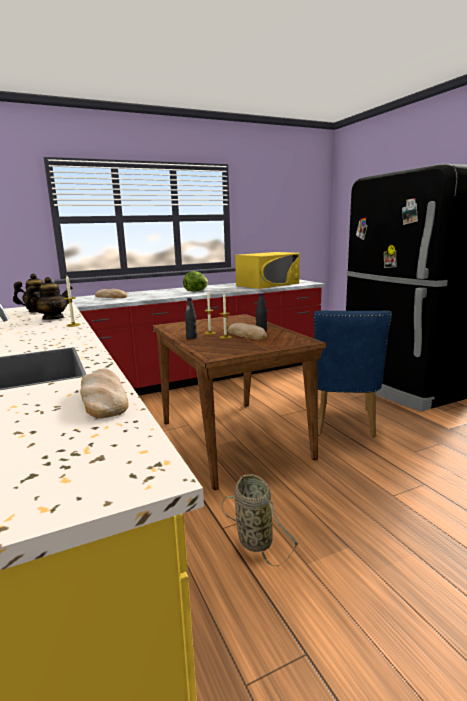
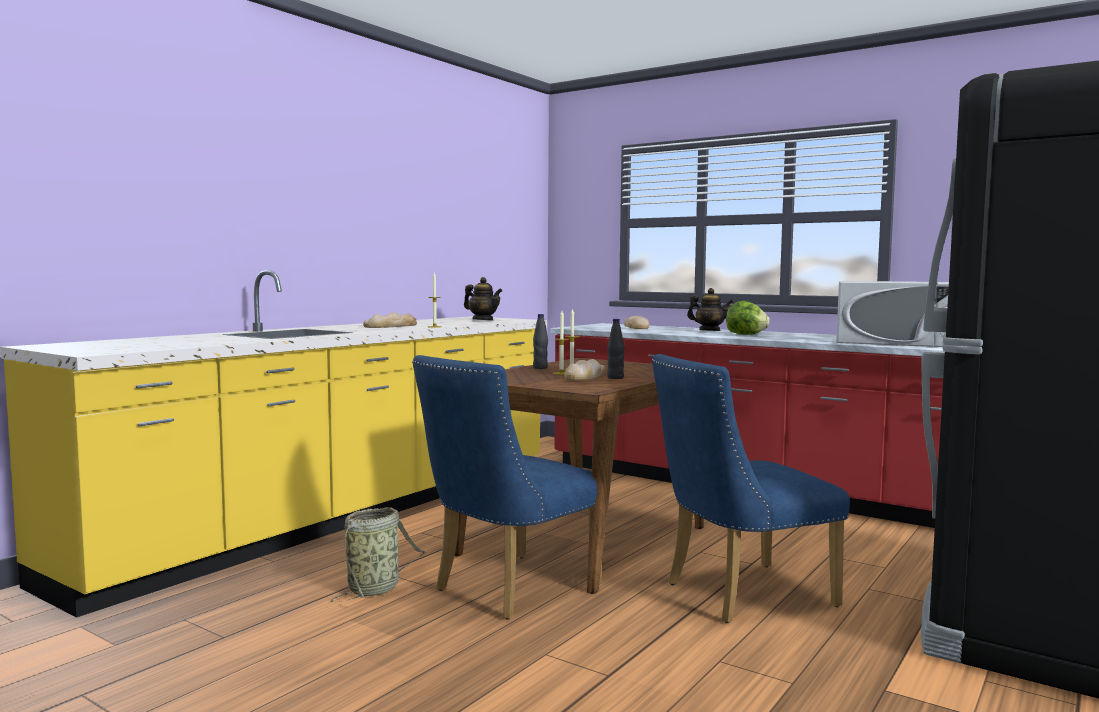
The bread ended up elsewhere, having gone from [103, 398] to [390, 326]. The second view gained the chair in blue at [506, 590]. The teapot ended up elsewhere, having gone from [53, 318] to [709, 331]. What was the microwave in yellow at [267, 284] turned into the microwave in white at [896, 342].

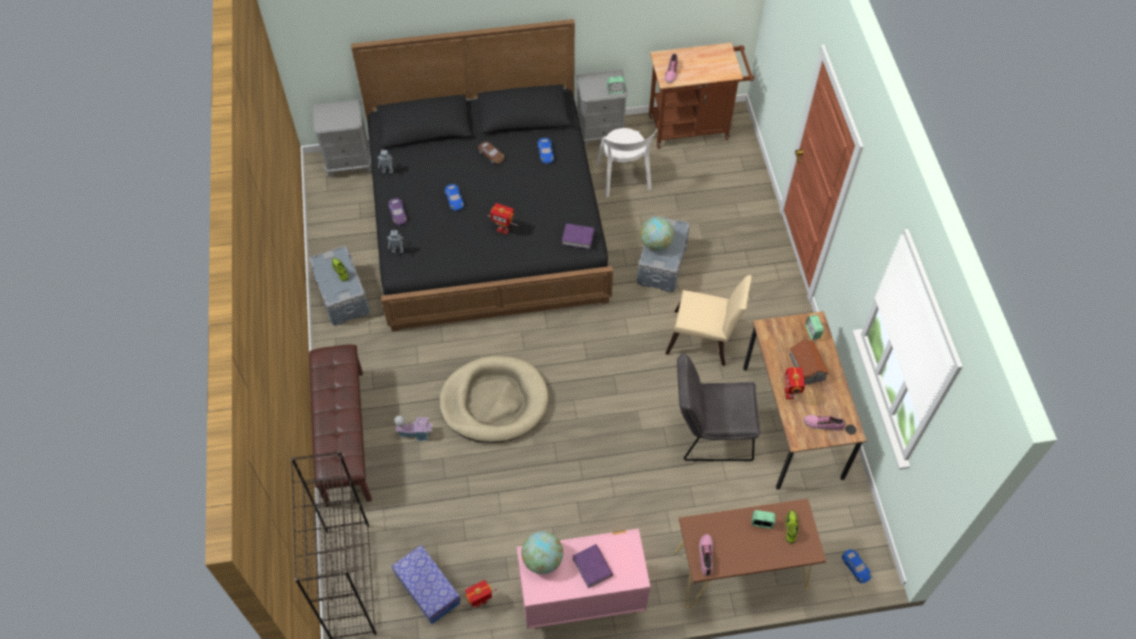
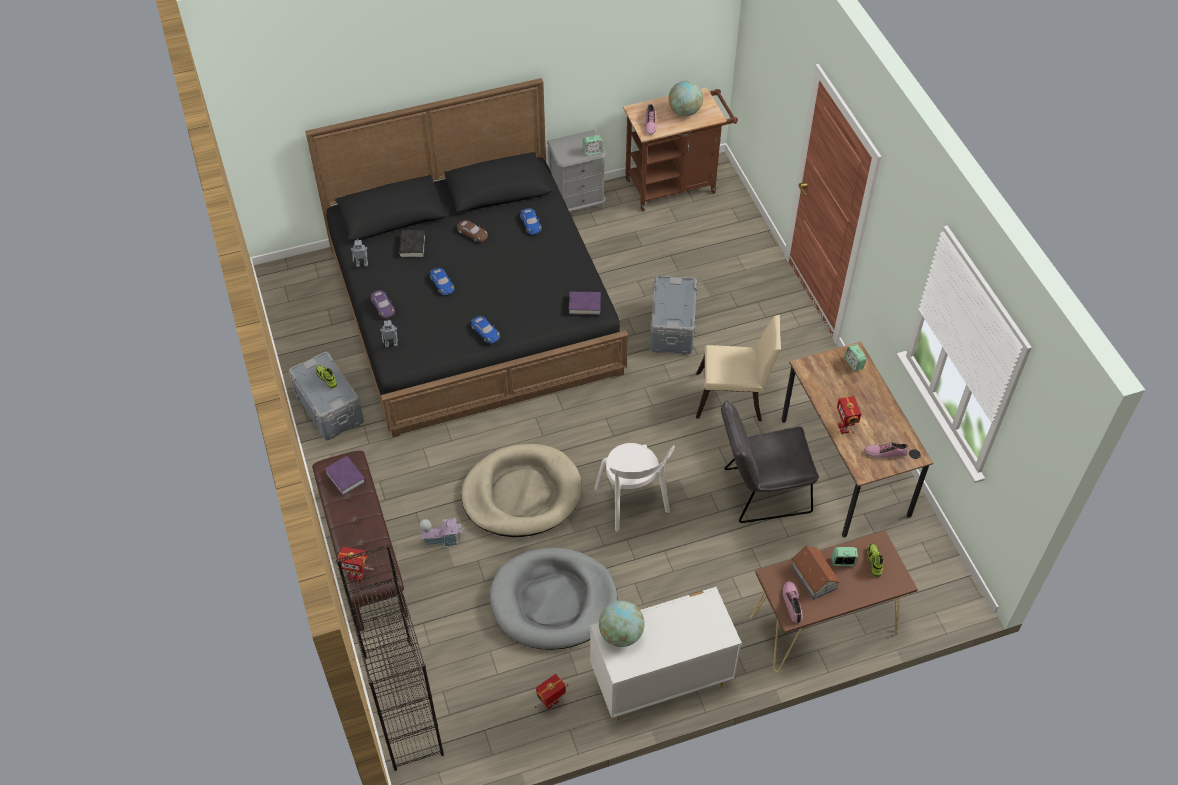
The book in purple ended up elsewhere, having gone from [592, 567] to [345, 477]. The toy robot ended up elsewhere, having gone from [503, 229] to [356, 575]. The second view gained the book in black at [412, 246]. The toy car in blue ended up elsewhere, having gone from [856, 567] to [485, 332]. The second view gained the dog bed in grey at [553, 601]. What was the dresser in pink at [580, 599] turned into the dresser in white at [659, 681]. The chair in white ended up elsewhere, having gone from [624, 178] to [633, 502]. The globe ended up elsewhere, having gone from [655, 243] to [684, 111]. The toy house ended up elsewhere, having gone from [807, 367] to [813, 578]. The second view lost the nightstand in grey at [349, 163]. The second view lost the storage box at [427, 589].

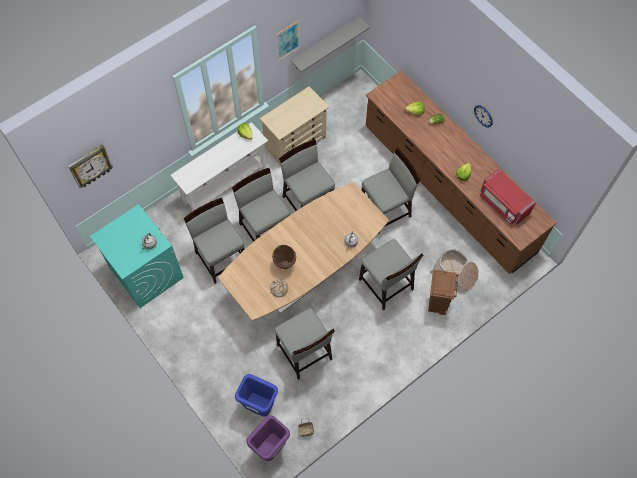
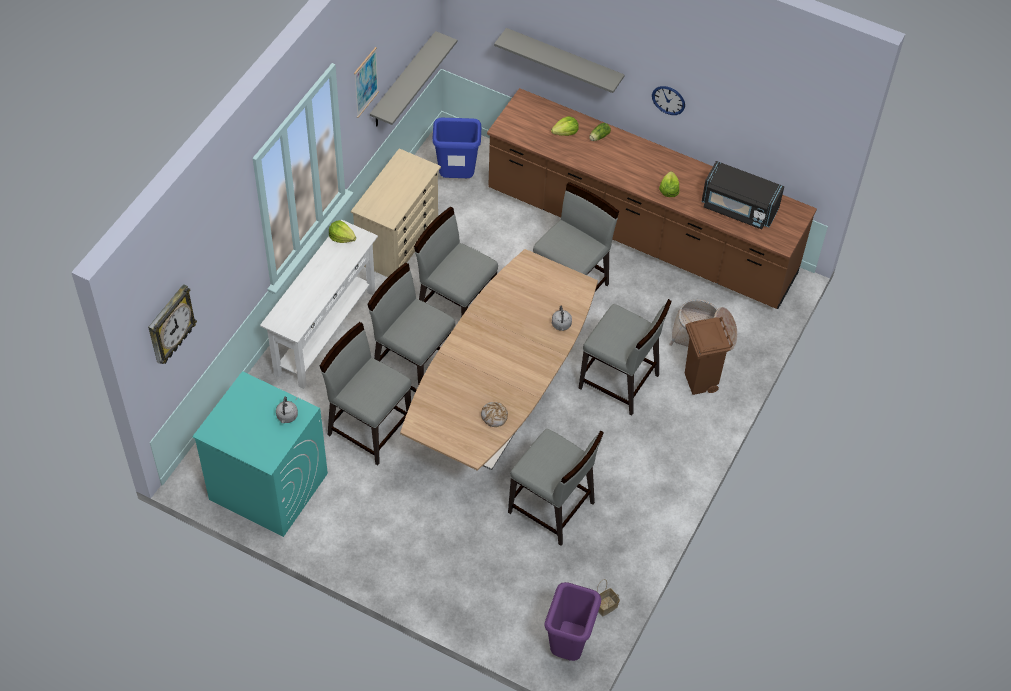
The trash can in blue ended up elsewhere, having gone from [259, 406] to [457, 177]. The second view gained the shelf in grey at [564, 61]. What was the microwave in red at [503, 204] turned into the microwave in black at [738, 208]. The second view lost the cooking pot in brown at [285, 264].

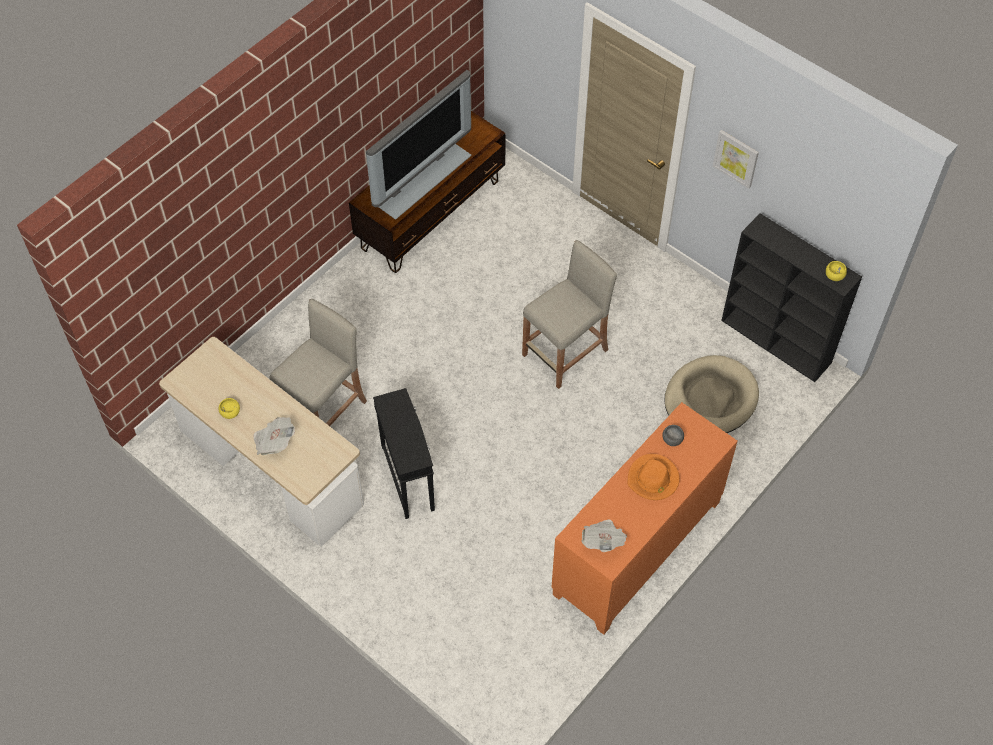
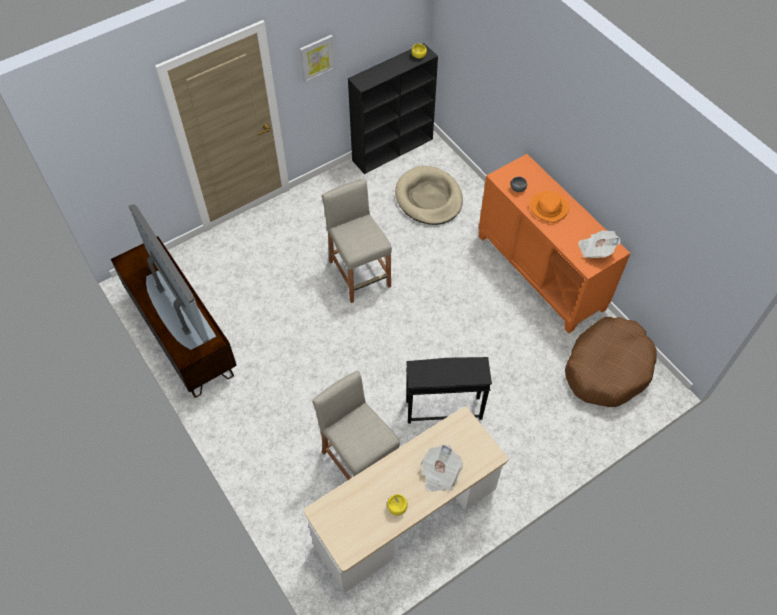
The second view gained the dog bed in brown at [607, 368].

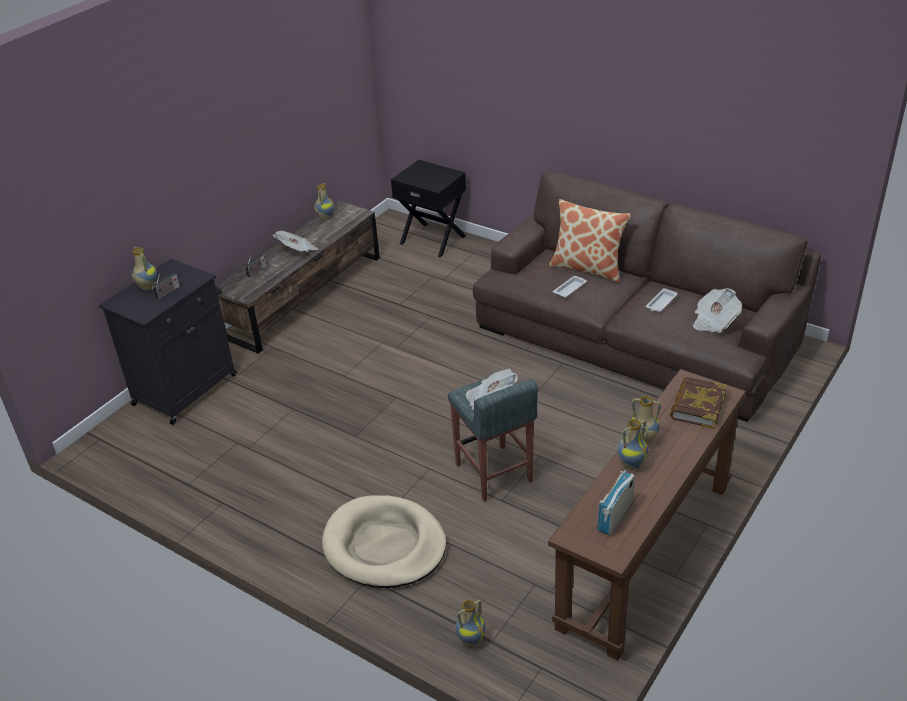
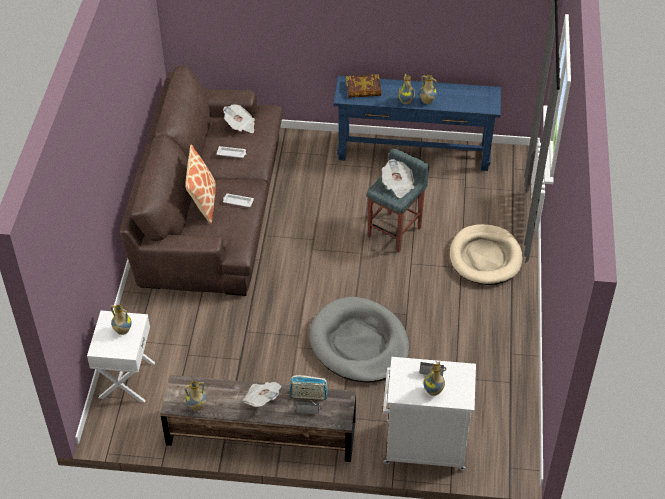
What was the nightstand in black at [433, 239] turned into the nightstand in white at [126, 380]. The vase ended up elsewhere, having gone from [470, 639] to [122, 331]. The radio ended up elsewhere, having gone from [615, 516] to [308, 395]. The second view gained the dog bed in grey at [359, 343]. What was the console table in brown at [645, 554] turned into the console table in blue at [414, 152]. What was the cabinet in black at [186, 388] turned into the cabinet in white at [423, 446].

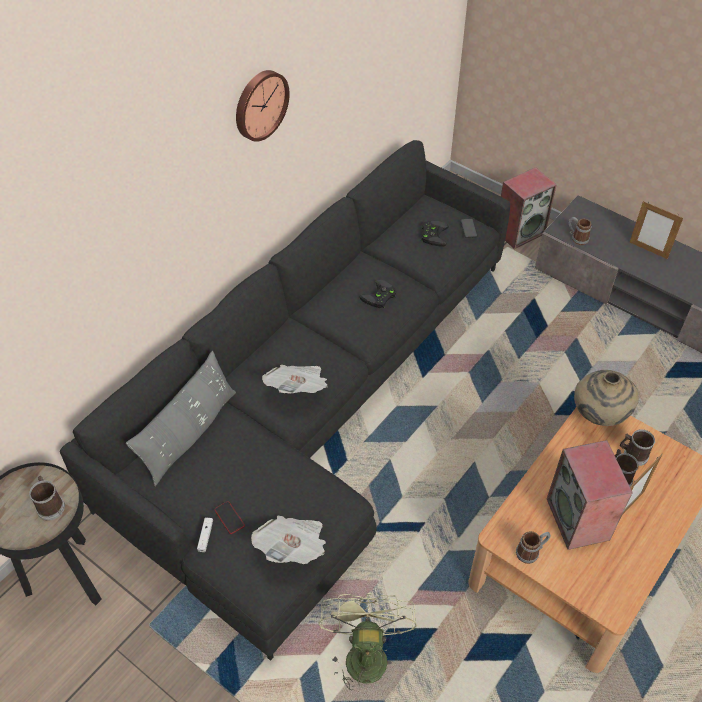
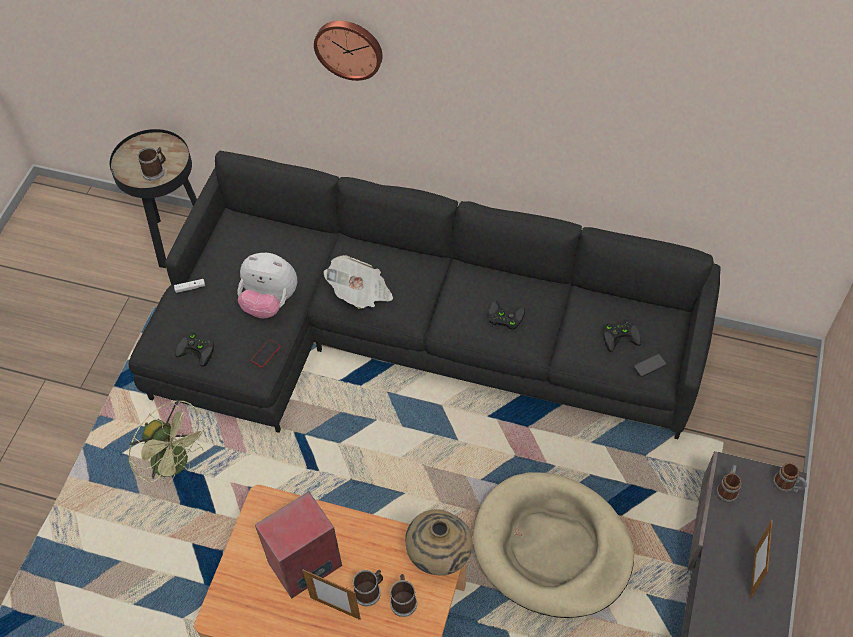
The fan in green at [364, 652] ended up facing another way, 60 degrees clockwise from before. Where the newspaper stood at [293, 548], the game controller in black came to stand at [198, 349]. The second view gained the plush toy at [270, 302]. The phone ended up elsewhere, having gone from [229, 518] to [266, 354]. The wall clock ended up elsewhere, having gone from [259, 104] to [349, 48]. The second view gained the dog bed in beige at [551, 547]. The mug ended up elsewhere, having gone from [531, 551] to [787, 486]. The second view lost the pillow in grey at [189, 433]. The second view lost the speaker at [520, 231].

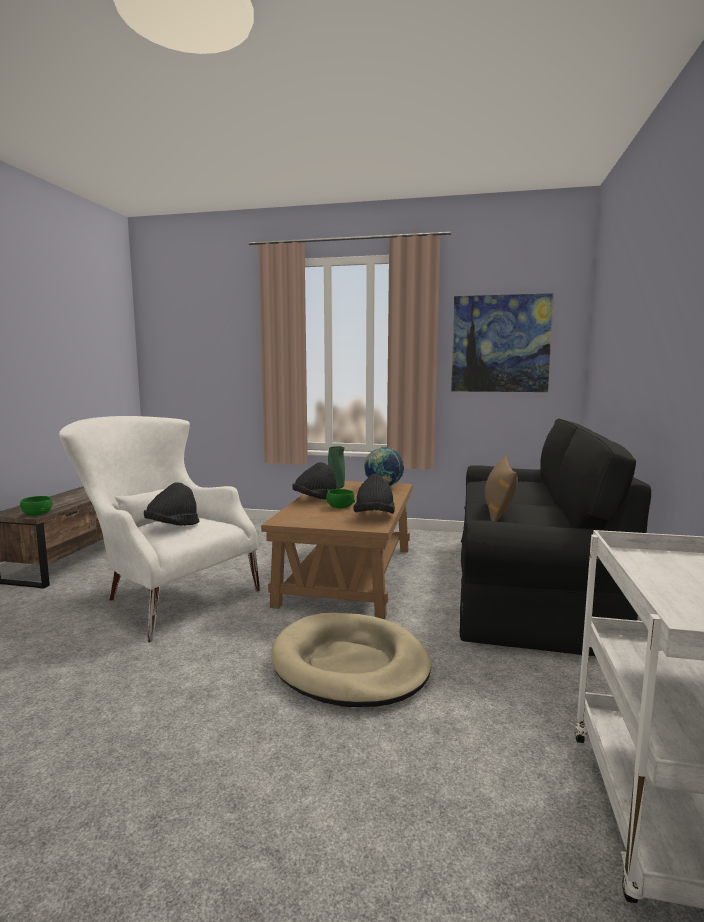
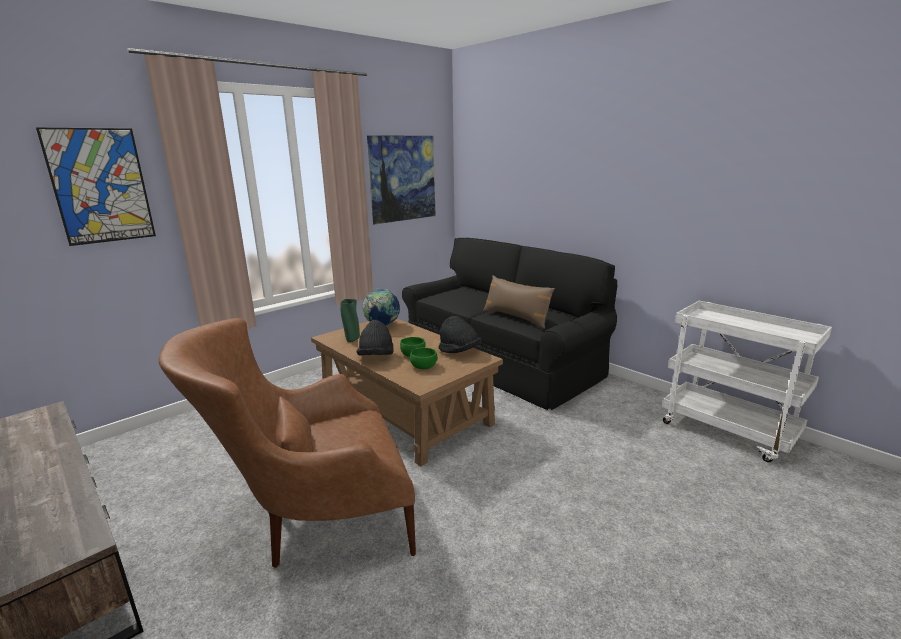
The second view gained the picture at [100, 186]. What was the armchair in white at [163, 595] turned into the armchair in brown at [315, 522]. The bowl in green ended up elsewhere, having gone from [37, 513] to [424, 366]. The second view lost the hat in black at [172, 527]. The second view lost the dog bed in beige at [350, 665].

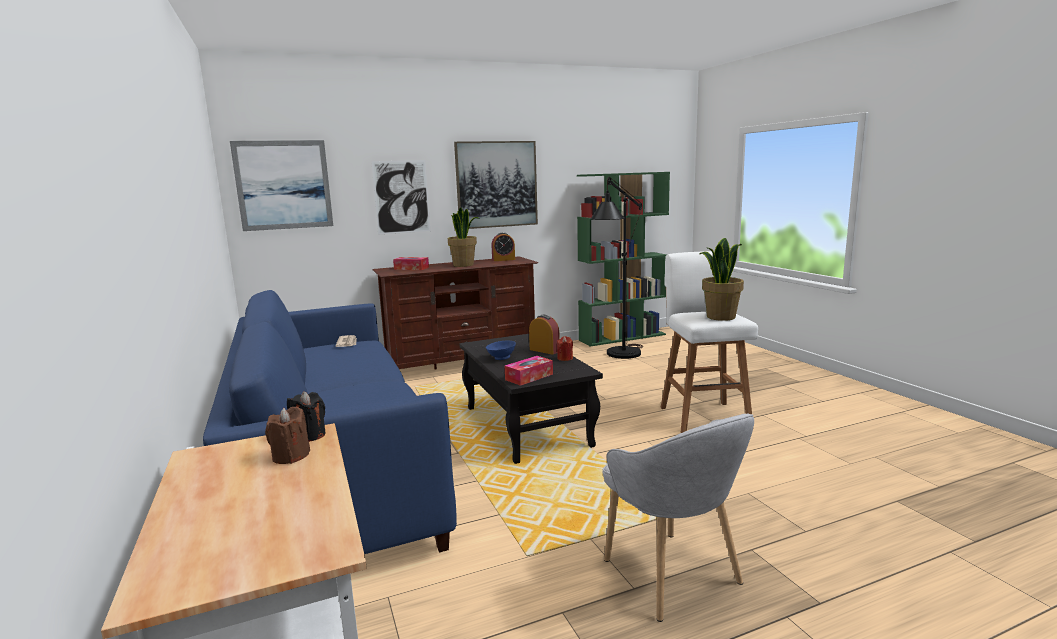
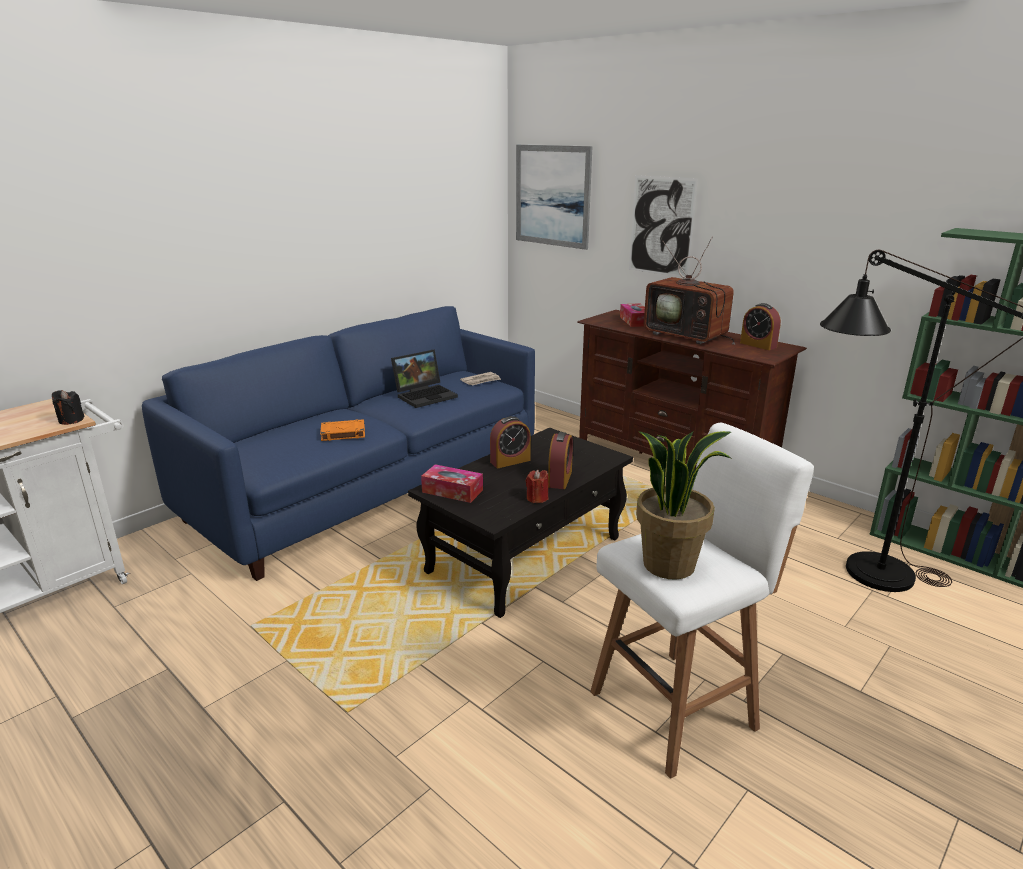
The second view gained the book in orange at [342, 433]. The second view gained the laptop at [426, 395]. Where the bowl in blue stood at [501, 358], the alarm clock came to stand at [510, 461]. Where the potted plant stood at [464, 265], the television came to stand at [688, 336]. The second view lost the candle in brown at [291, 456]. The second view lost the picture at [496, 184]. The second view lost the armchair in grey at [672, 576].

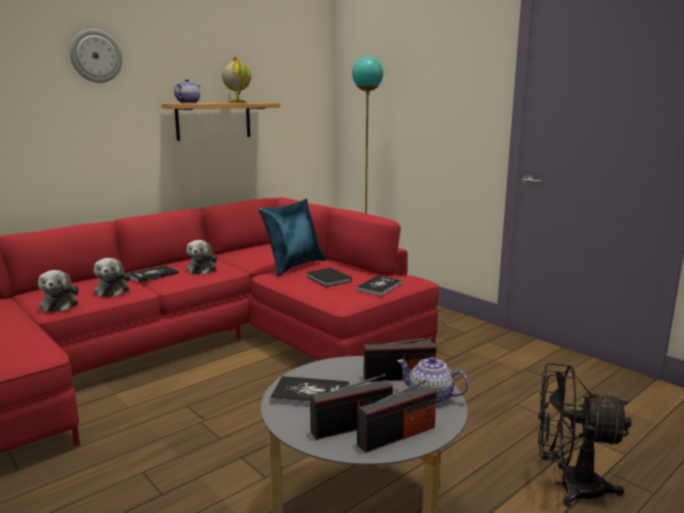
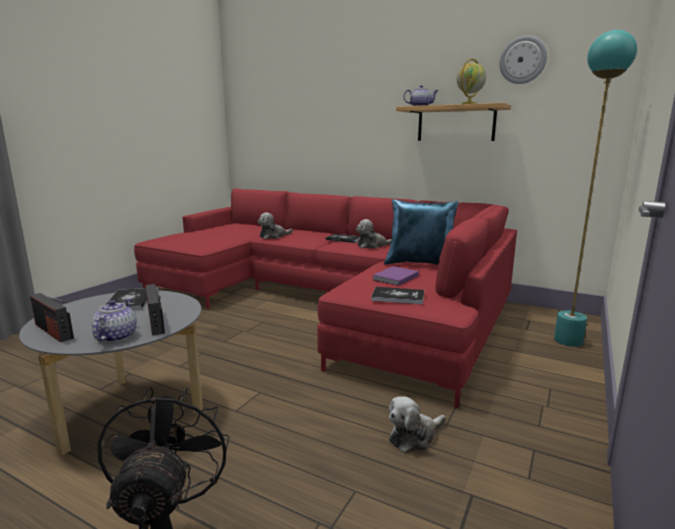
What was the book in black at [328, 279] turned into the book in purple at [394, 278]. The plush toy ended up elsewhere, having gone from [112, 290] to [414, 437]. The wall clock ended up elsewhere, having gone from [96, 56] to [523, 60]. The second view lost the radio at [352, 426].

